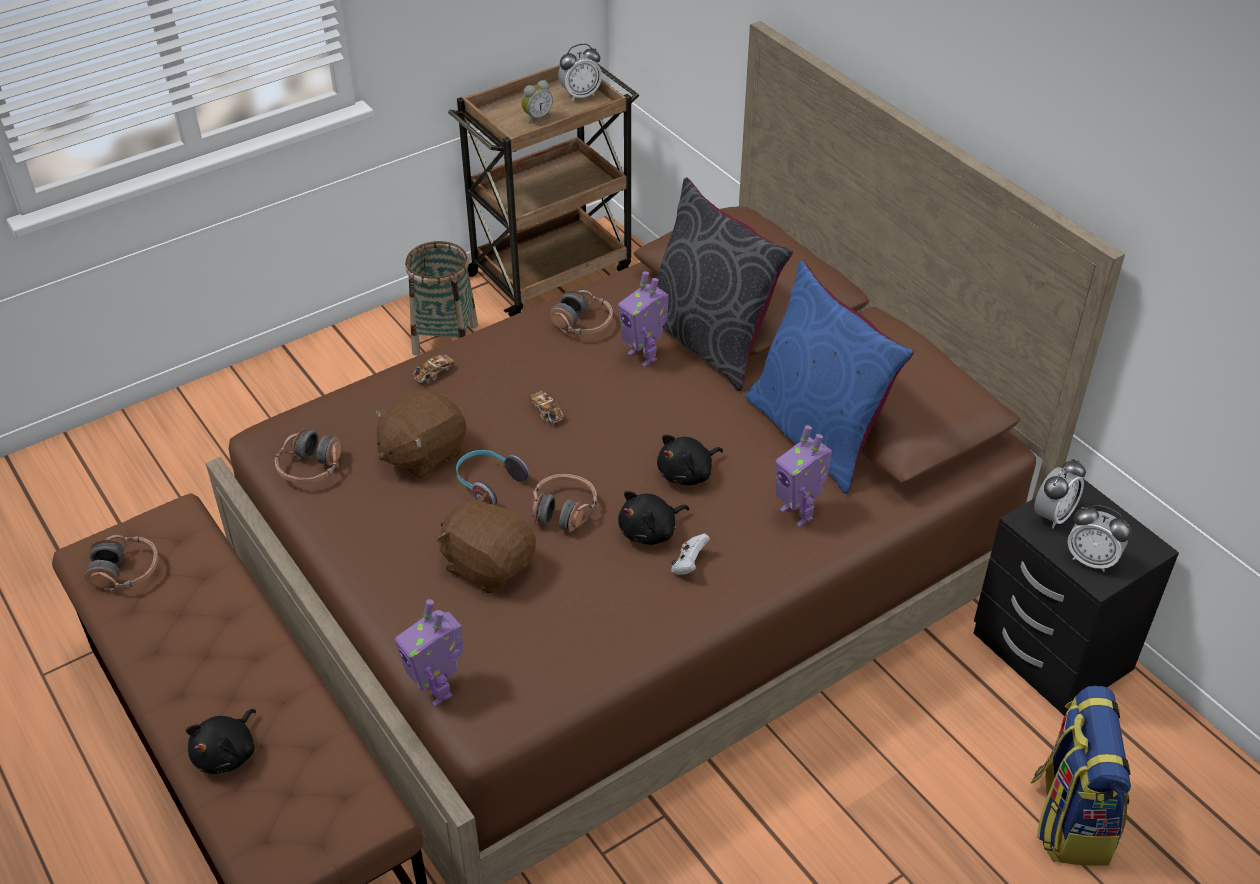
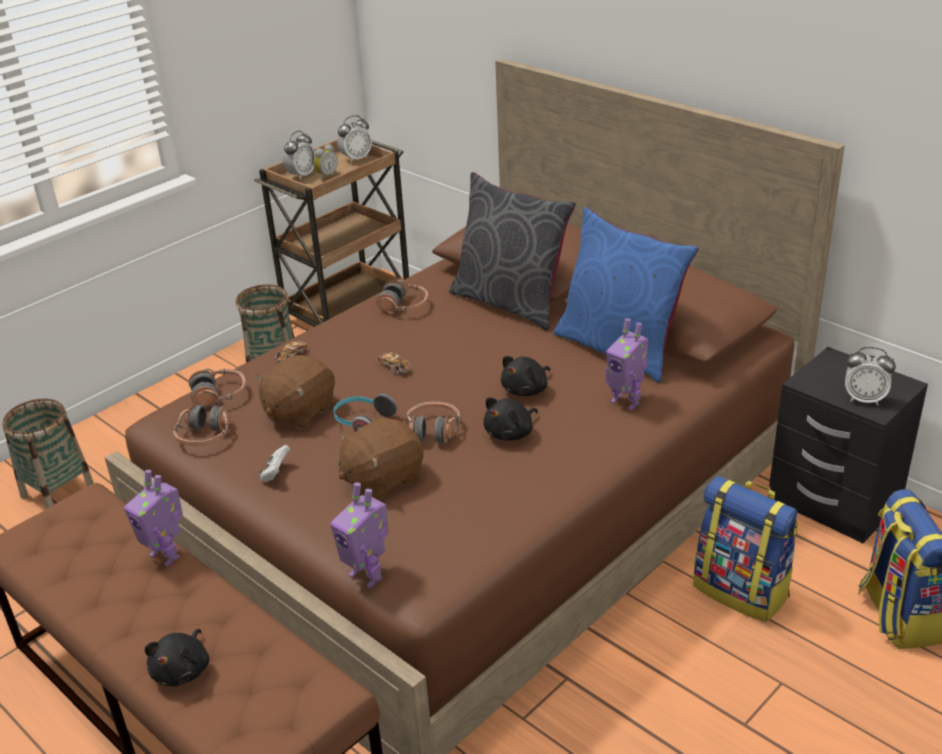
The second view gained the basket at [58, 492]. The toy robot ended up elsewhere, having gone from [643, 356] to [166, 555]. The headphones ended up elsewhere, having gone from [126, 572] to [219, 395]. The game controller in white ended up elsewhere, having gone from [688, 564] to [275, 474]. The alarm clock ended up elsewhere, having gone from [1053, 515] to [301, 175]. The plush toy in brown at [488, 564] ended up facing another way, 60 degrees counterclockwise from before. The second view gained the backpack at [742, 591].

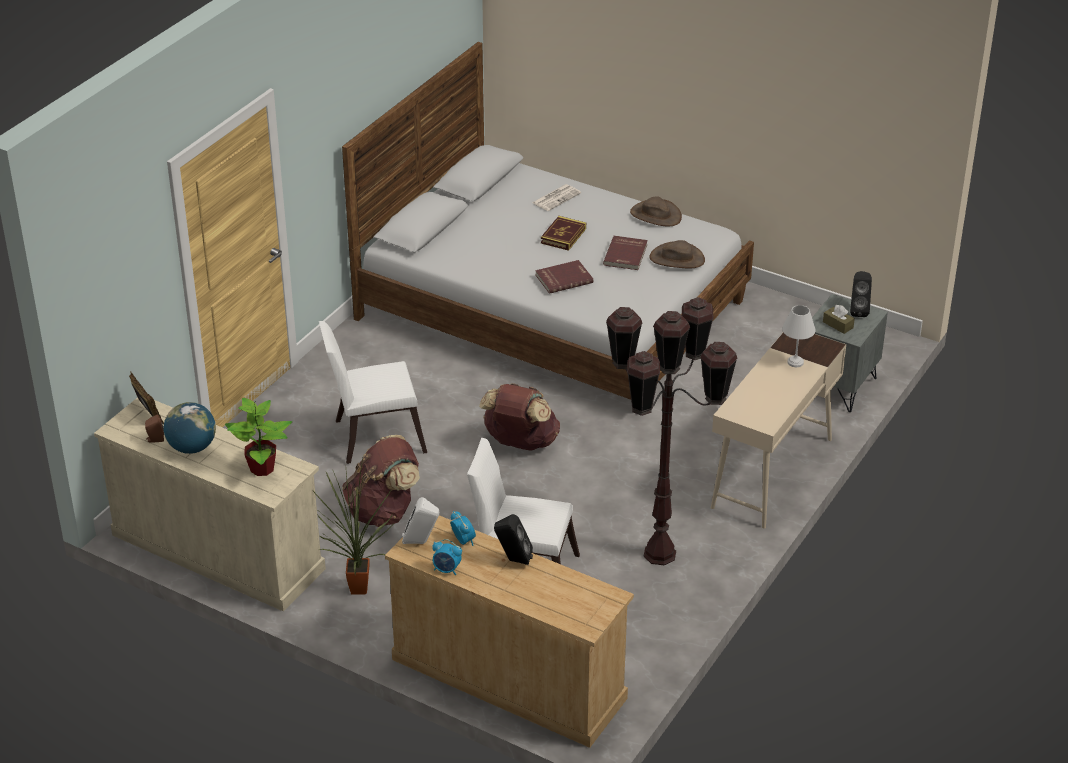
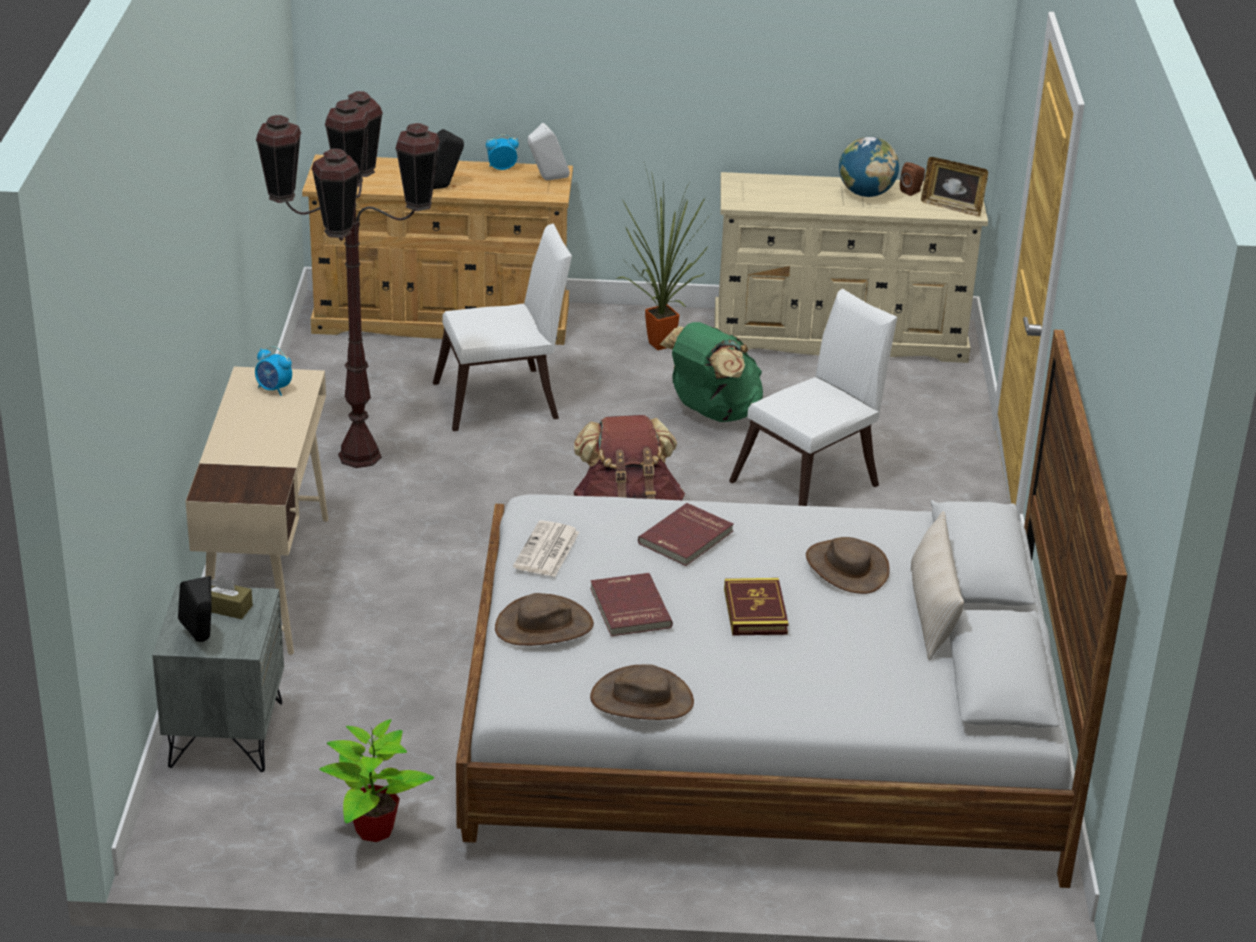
The alarm clock ended up elsewhere, having gone from [463, 540] to [274, 389]. The potted plant ended up elsewhere, having gone from [263, 468] to [373, 829]. The newspaper ended up elsewhere, having gone from [556, 198] to [547, 551]. What was the backpack in brown at [383, 511] turned into the backpack in green at [712, 413]. The second view gained the hat in brown at [847, 567]. The second view gained the pillow in beige at [931, 613]. The second view lost the table lamp in white at [794, 362].

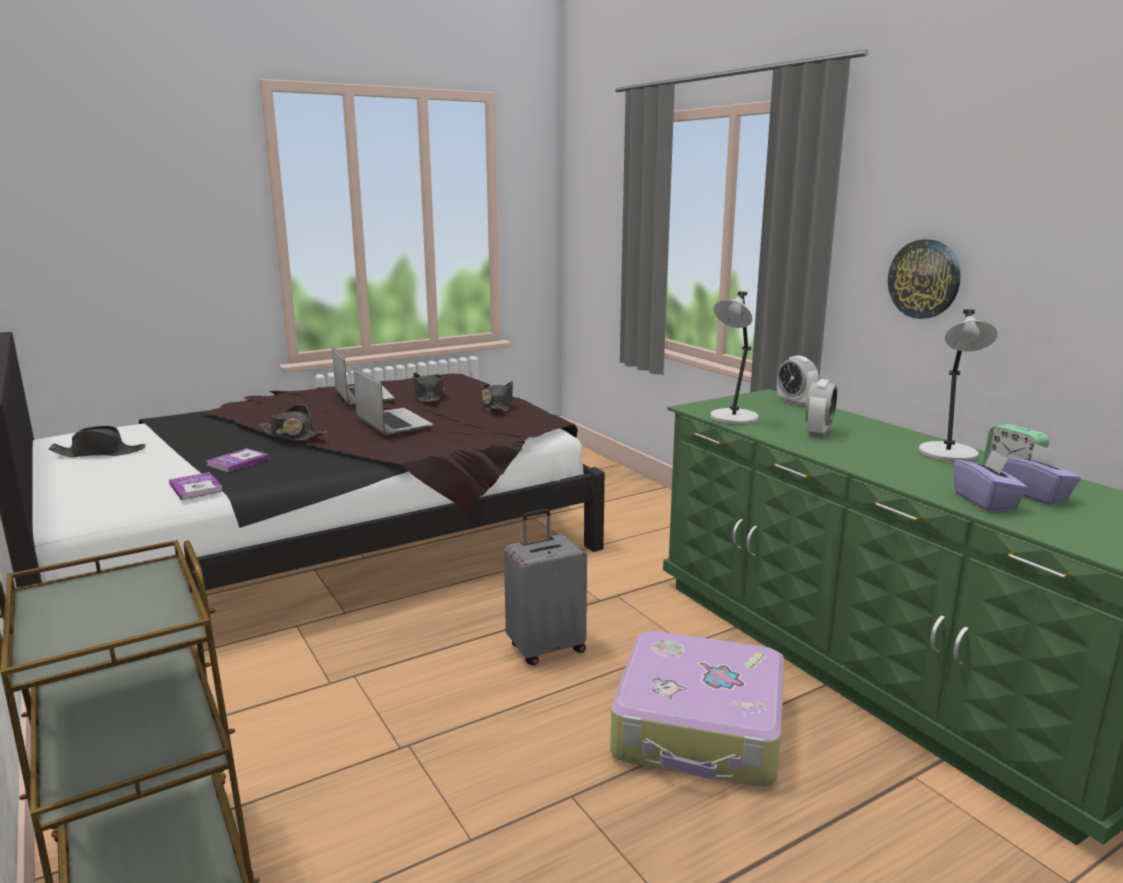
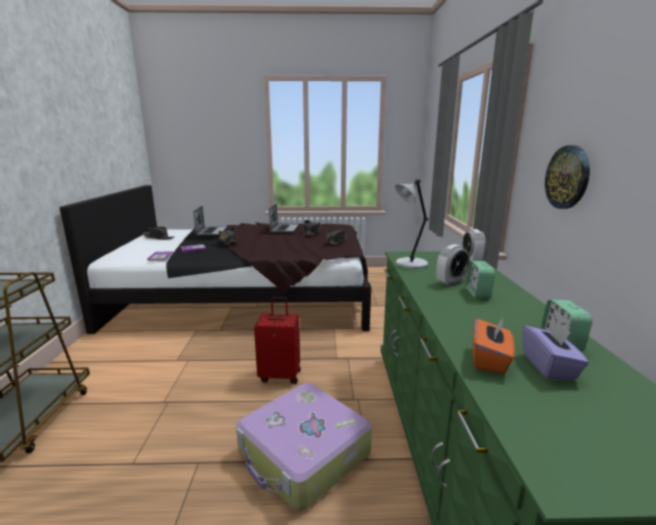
The laptop ended up elsewhere, having gone from [392, 423] to [211, 232]. What was the suitcase in grey at [546, 648] turned into the suitcase in red at [280, 375]. The second view gained the alarm clock at [478, 293]. What was the tissue box in purple at [985, 502] turned into the tissue box in orange at [490, 360]. The second view lost the table lamp in grey at [948, 454].

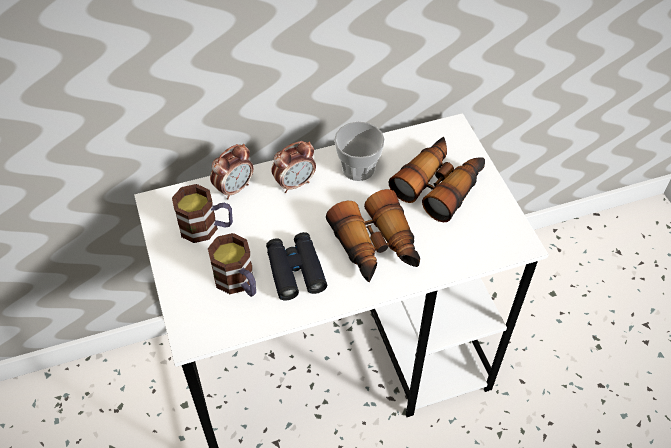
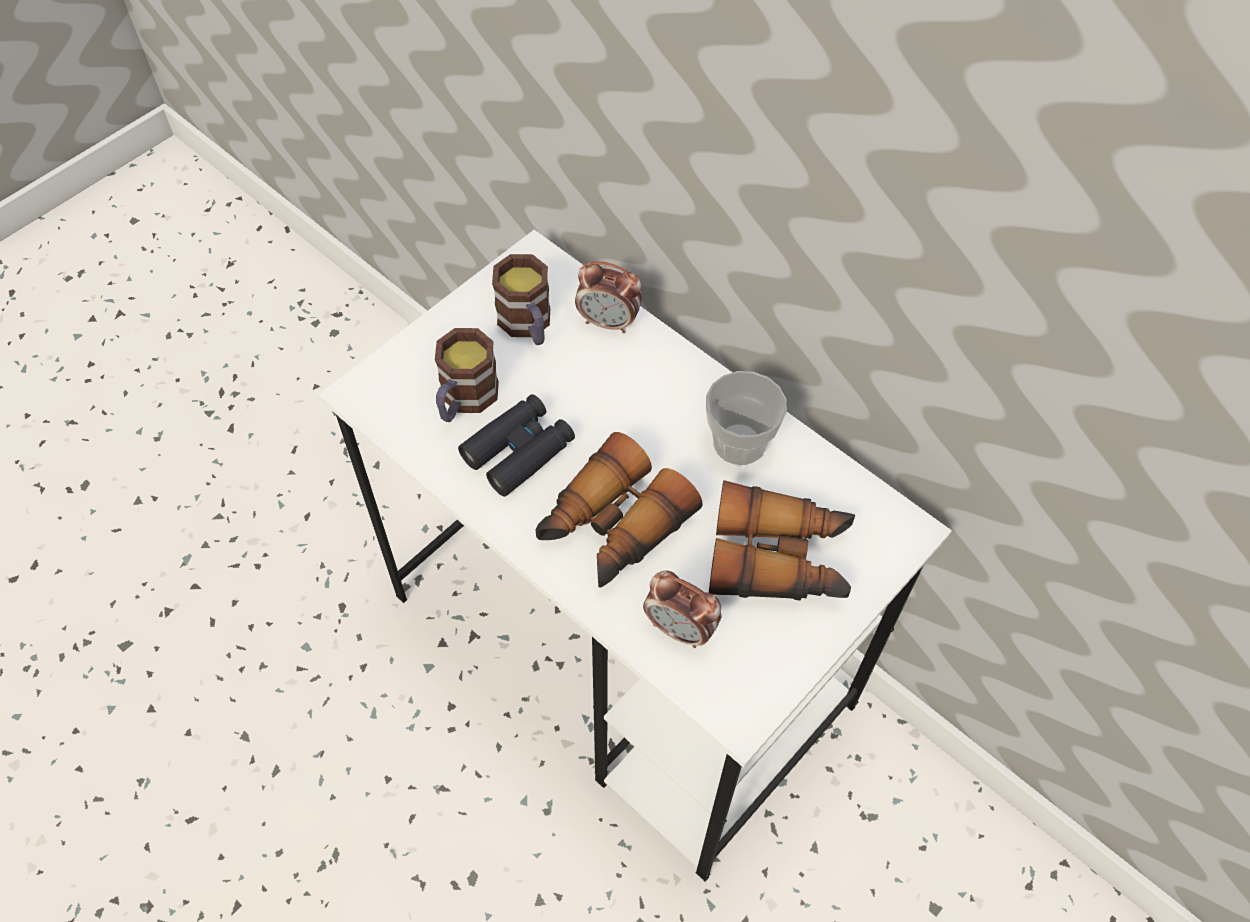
The alarm clock ended up elsewhere, having gone from [295, 183] to [680, 629].

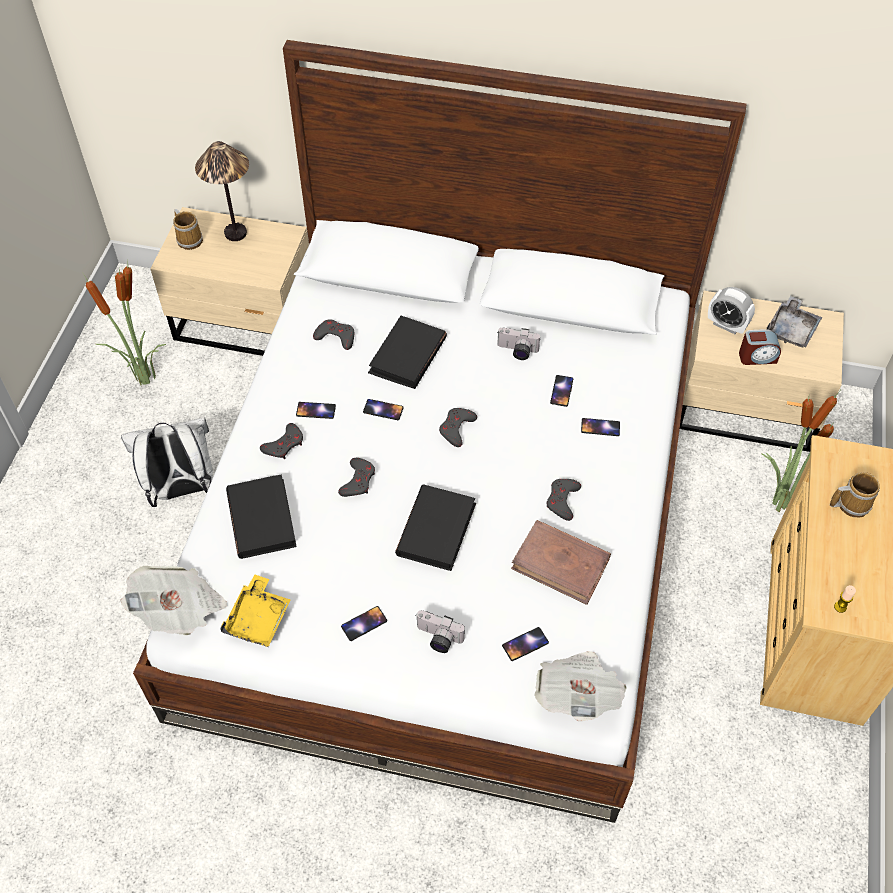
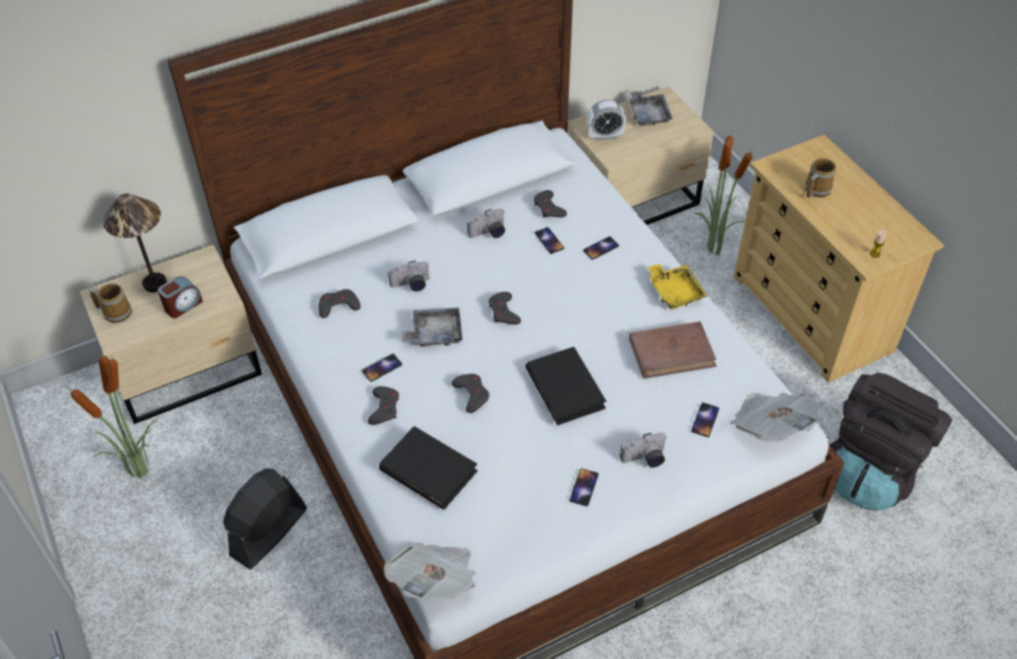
The alarm clock ended up elsewhere, having gone from [757, 357] to [183, 305]. Where the backpack in white stood at [182, 489], the fan in black came to stand at [268, 532]. Where the book in black stood at [407, 356], the photo camera came to stand at [410, 285]. Where the phone stood at [383, 410], the tray in grey came to stand at [435, 334]. The game controller in grey ended up elsewhere, having gone from [562, 500] to [548, 208]. The tray in yellow ended up elsewhere, having gone from [258, 618] to [675, 292]. The second view gained the backpack in black at [871, 471].

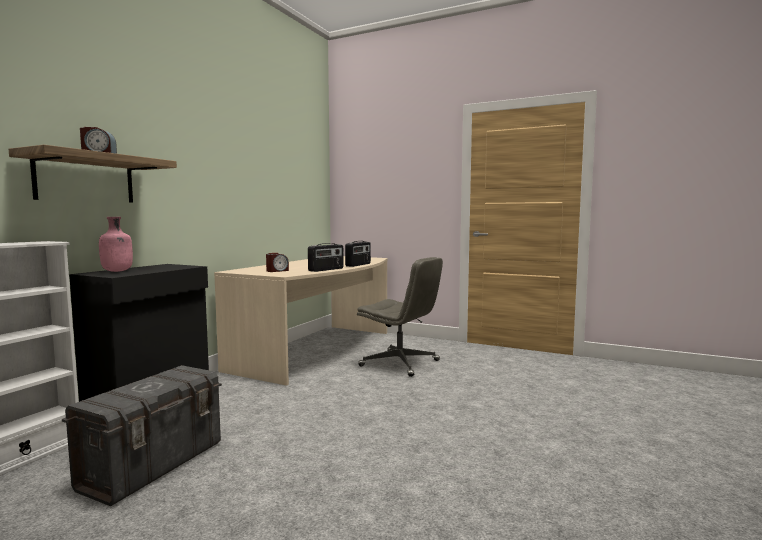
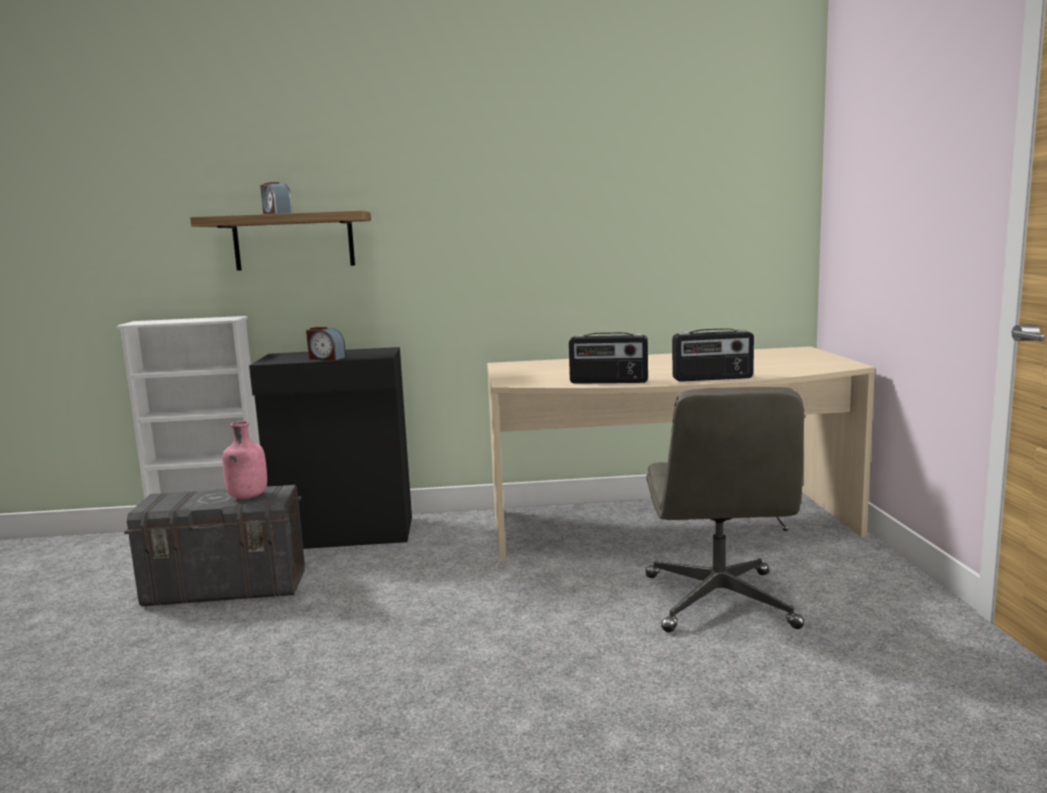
The bottle in pink ended up elsewhere, having gone from [117, 271] to [247, 497]. The alarm clock ended up elsewhere, having gone from [277, 271] to [326, 358].

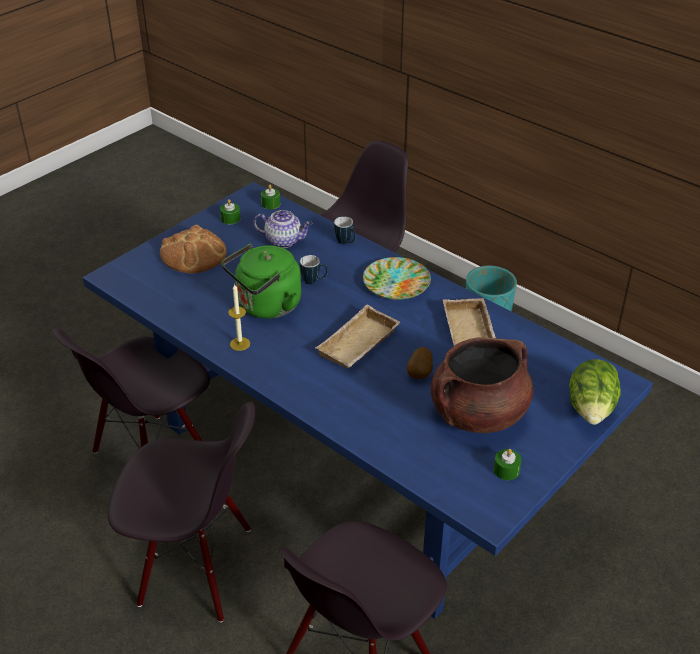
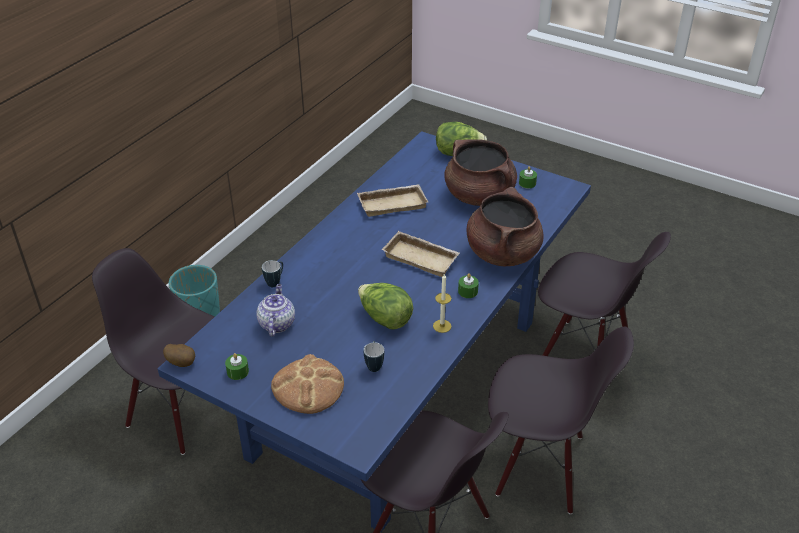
The potato ended up elsewhere, having gone from [420, 374] to [182, 362]. Where the kettle in green stood at [266, 306], the lettuce came to stand at [385, 319]. The mug ended up elsewhere, having gone from [314, 281] to [374, 365]. The candle in green ended up elsewhere, having gone from [270, 204] to [468, 291]. The second view gained the cooking pot in brown at [502, 253]. The chair in black at [195, 568] ended up facing another way, 105 degrees clockwise from before. The second view lost the plate at [396, 283].

